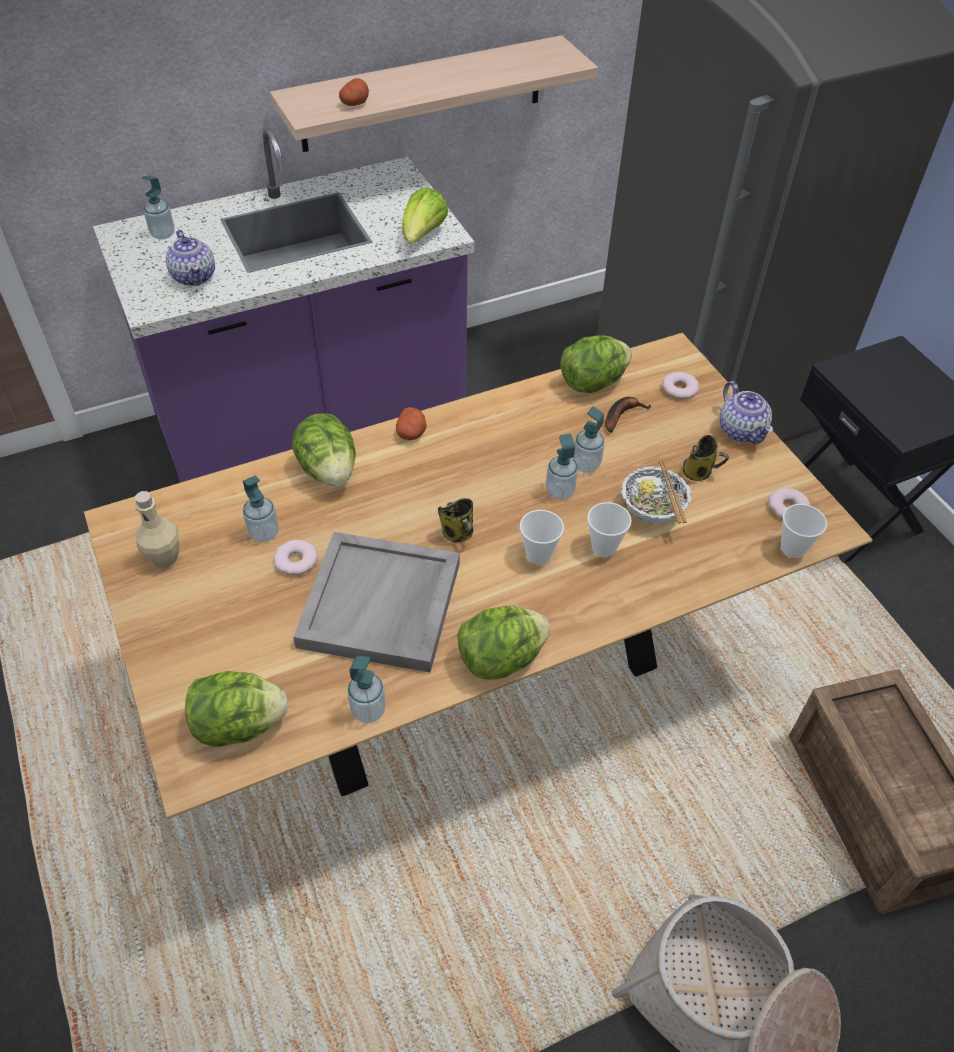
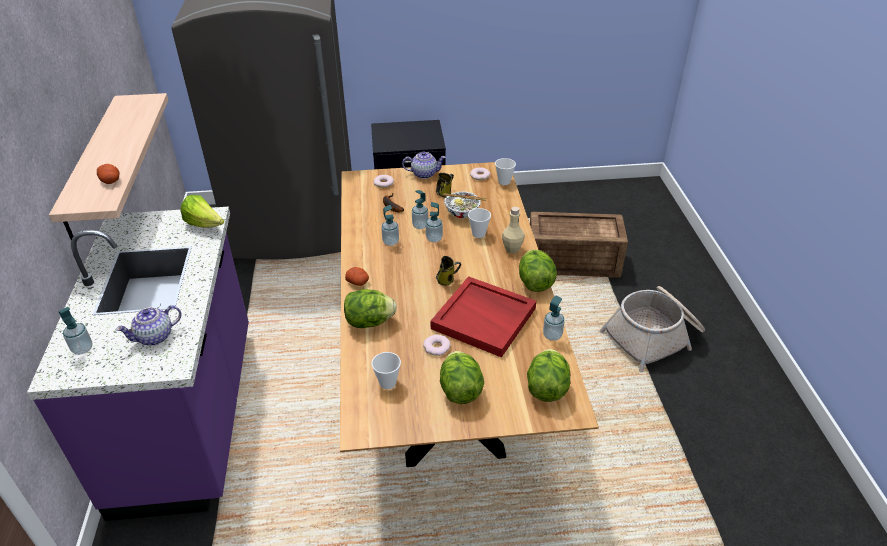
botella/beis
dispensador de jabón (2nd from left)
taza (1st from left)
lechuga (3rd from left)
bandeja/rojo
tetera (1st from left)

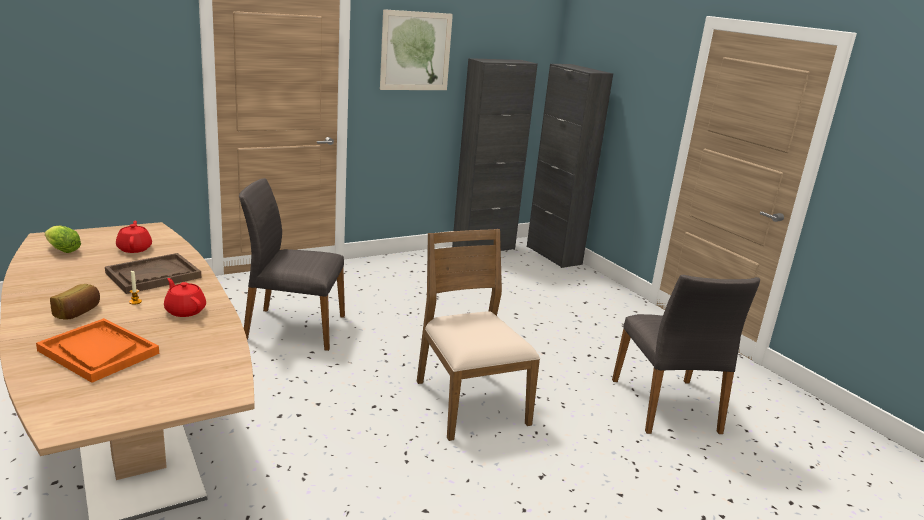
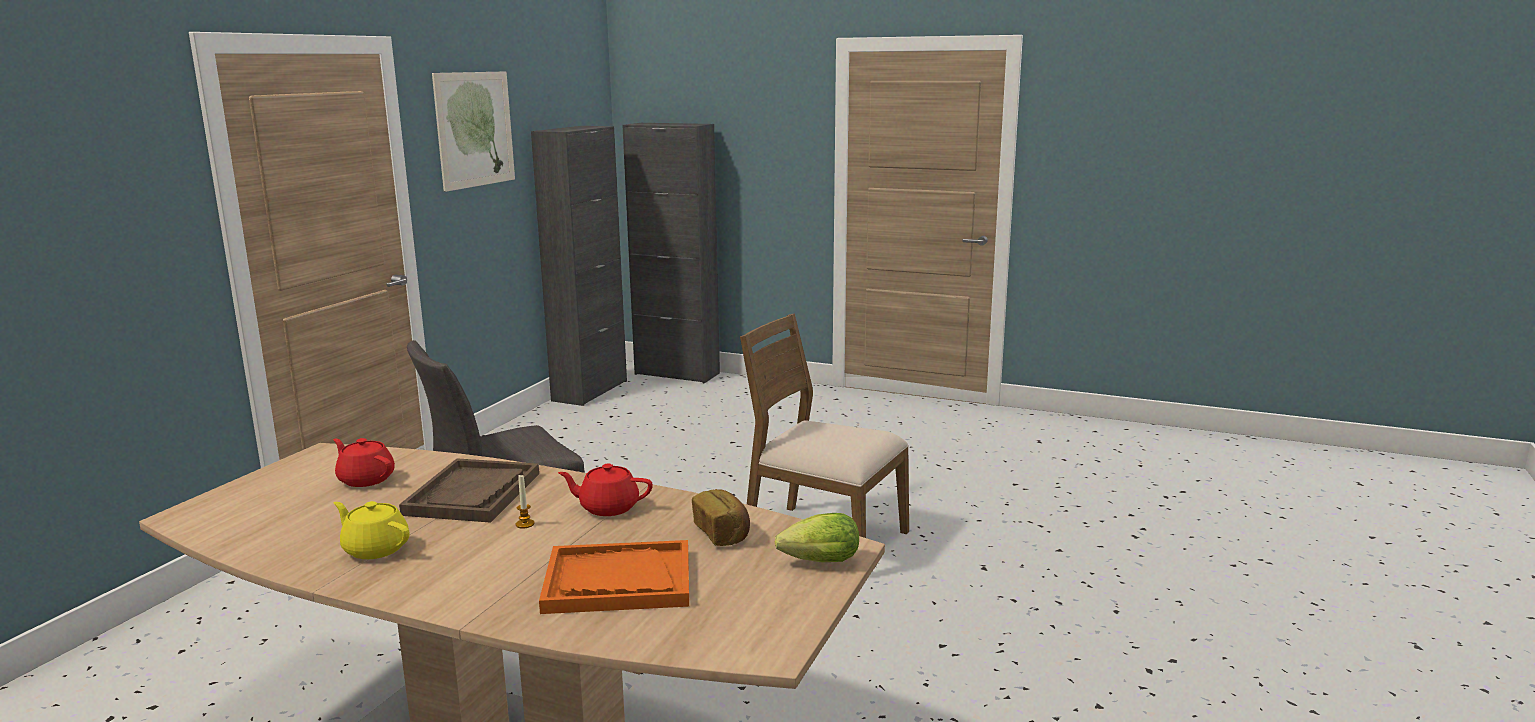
silla/gris (2nd from left in the first image)
tetera/amarillo
lechuga
pan

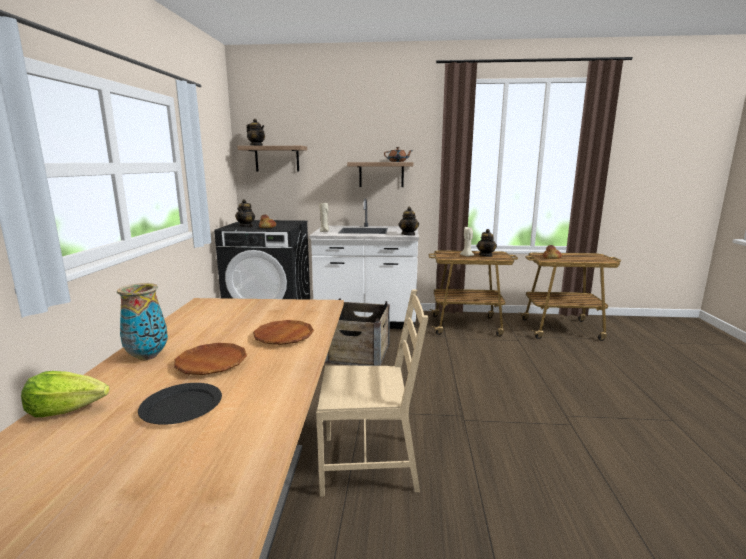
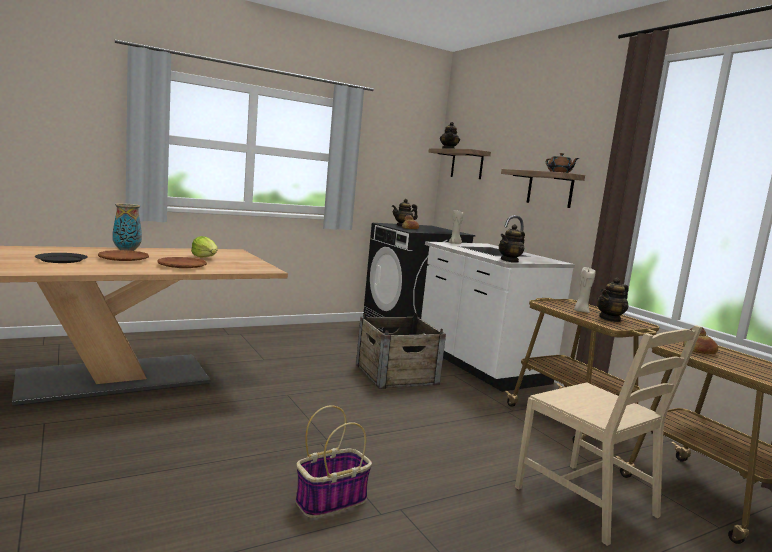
cesta
lechuga
silla/beis

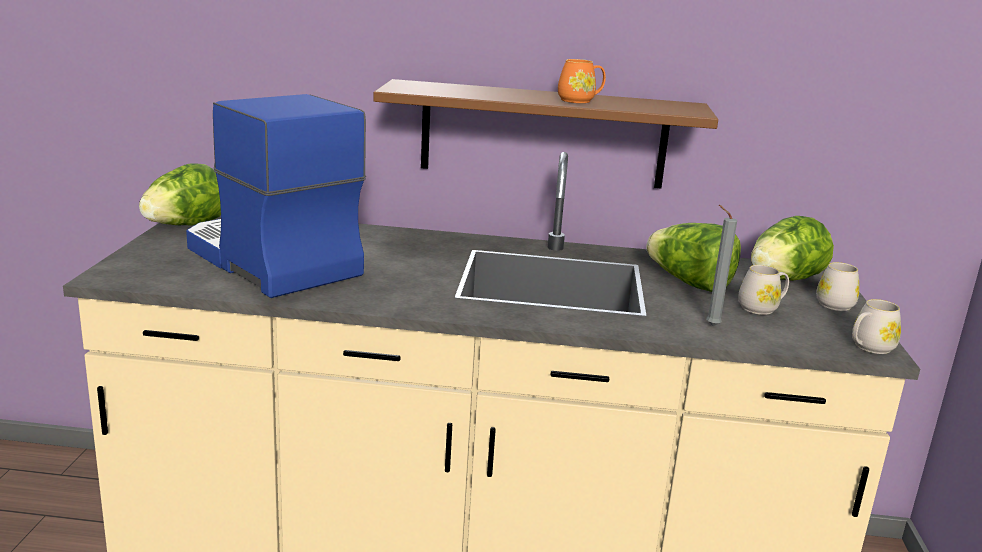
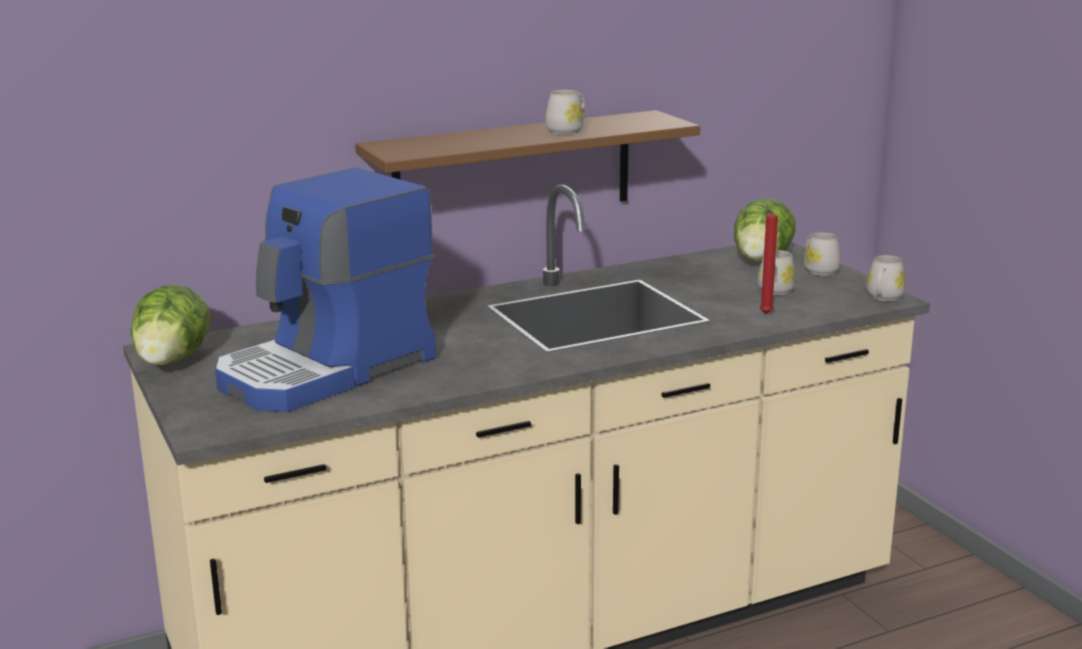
lechuga (2nd from left in the first image)
taza grande/blanco (1st from left)
vela/rojo
cafetera

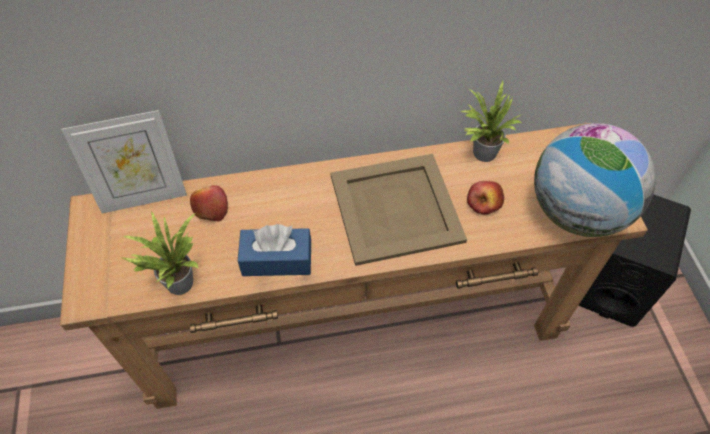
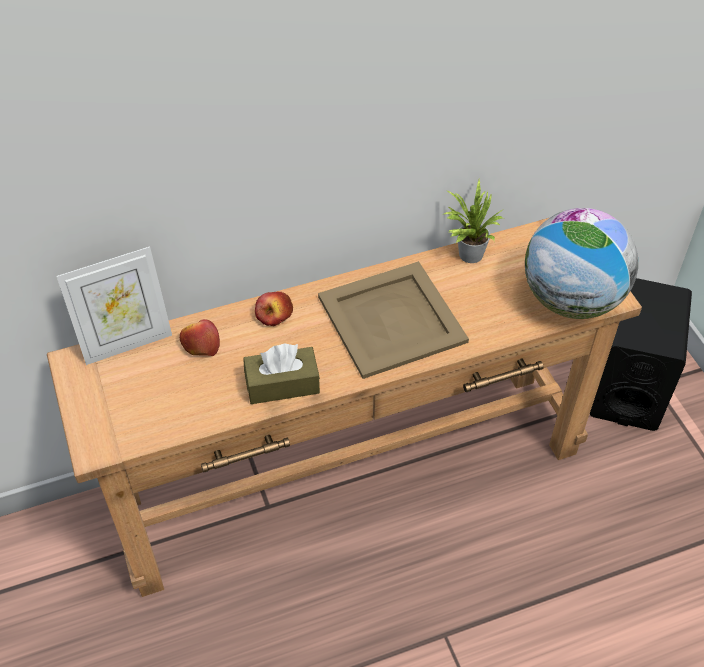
planta en maceta (1st from left in the first image)
manzana (2nd from left)
caja de pañuelos/marrón

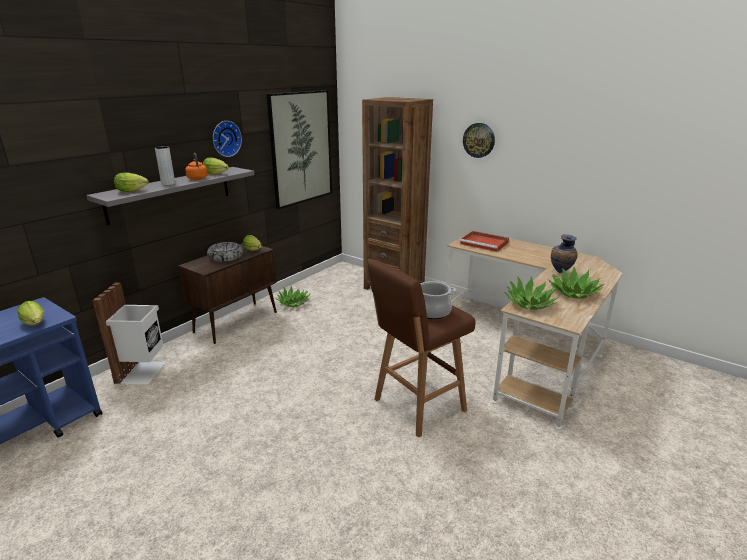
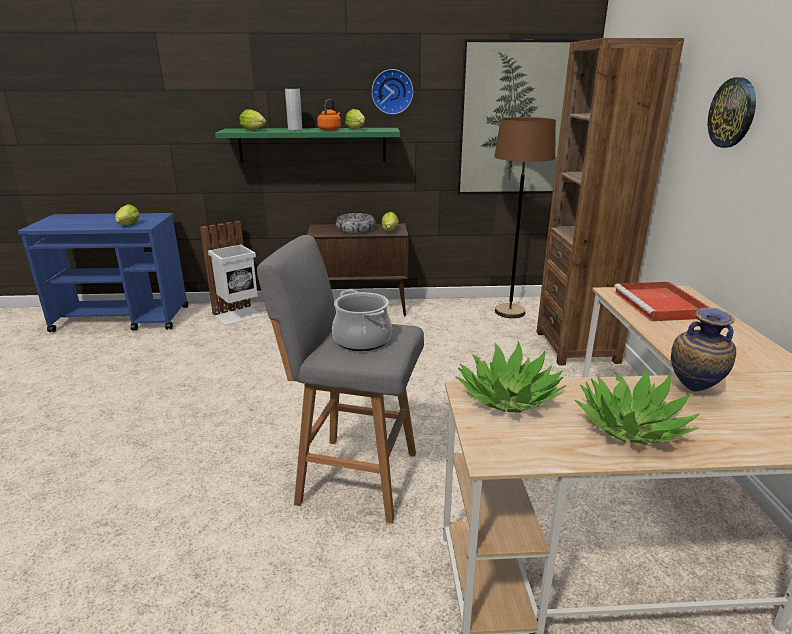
planta en maceta (1st from left in the first image)
lámpara de pie/marrón
estante/verde
taburete/gris

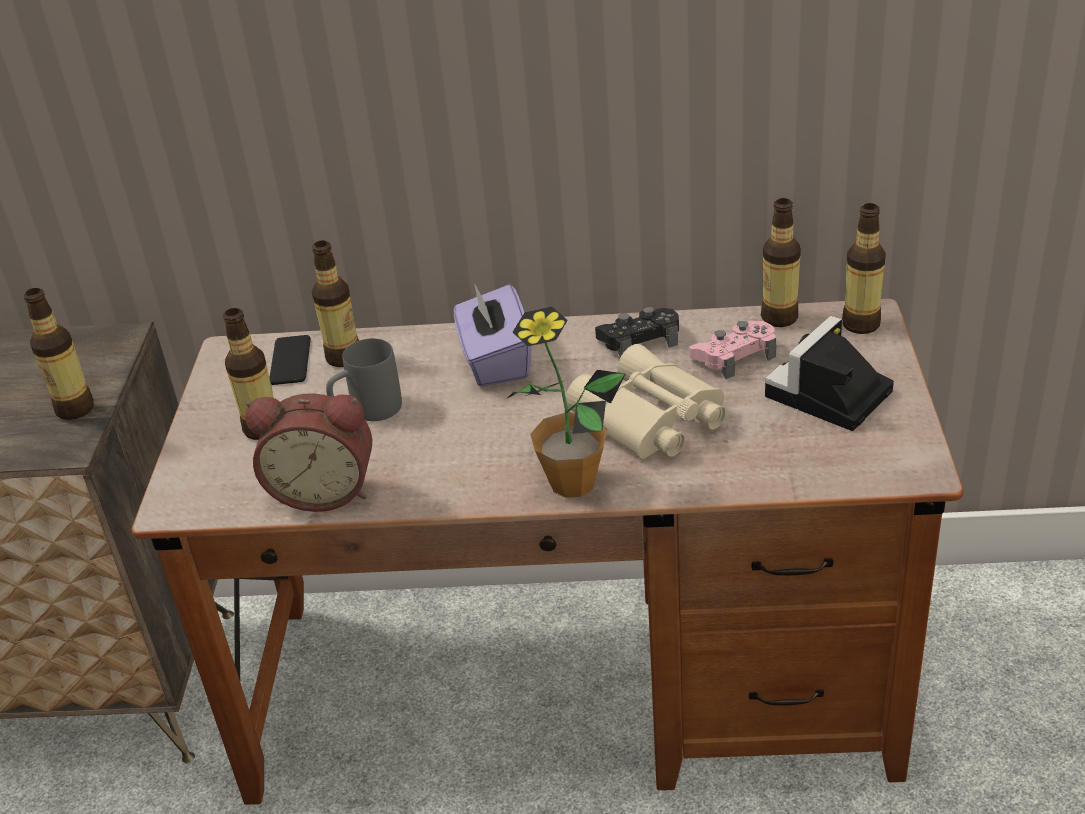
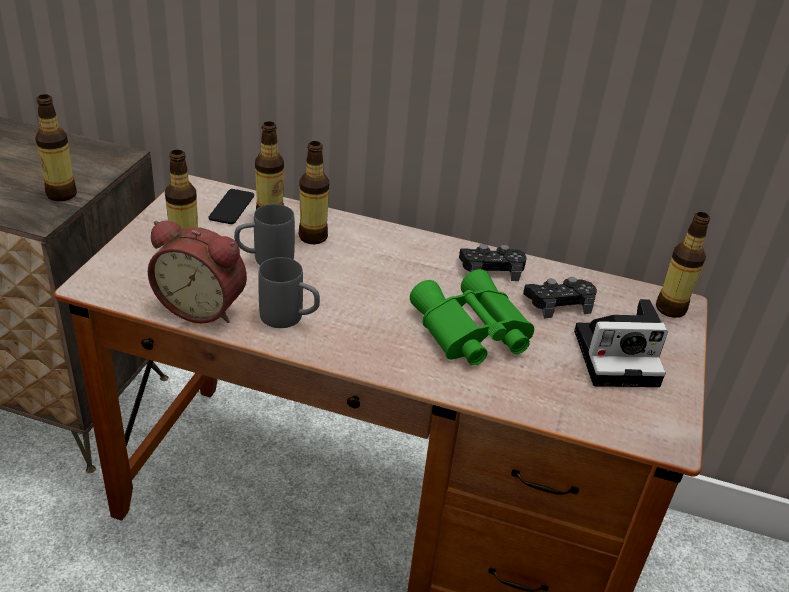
caja de pañuelos/morado
planta en maceta
taza grande/gris (2nd from left)
botella (4th from left)
prismáticos/verde
mando de consola/negro (2nd from left)
cámara

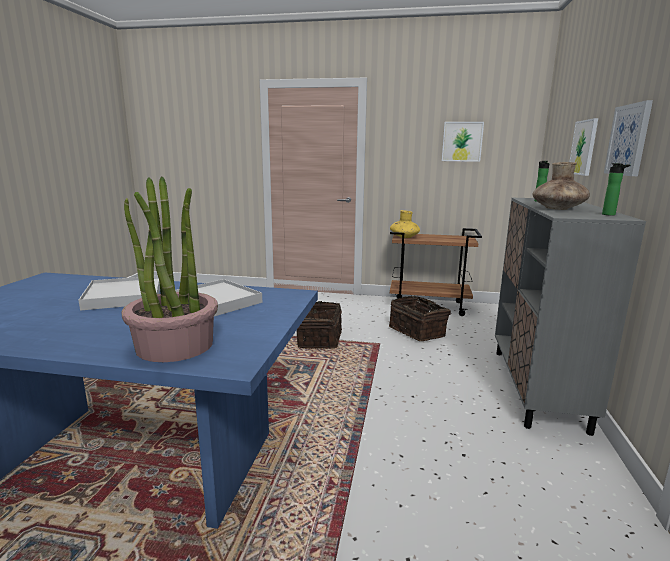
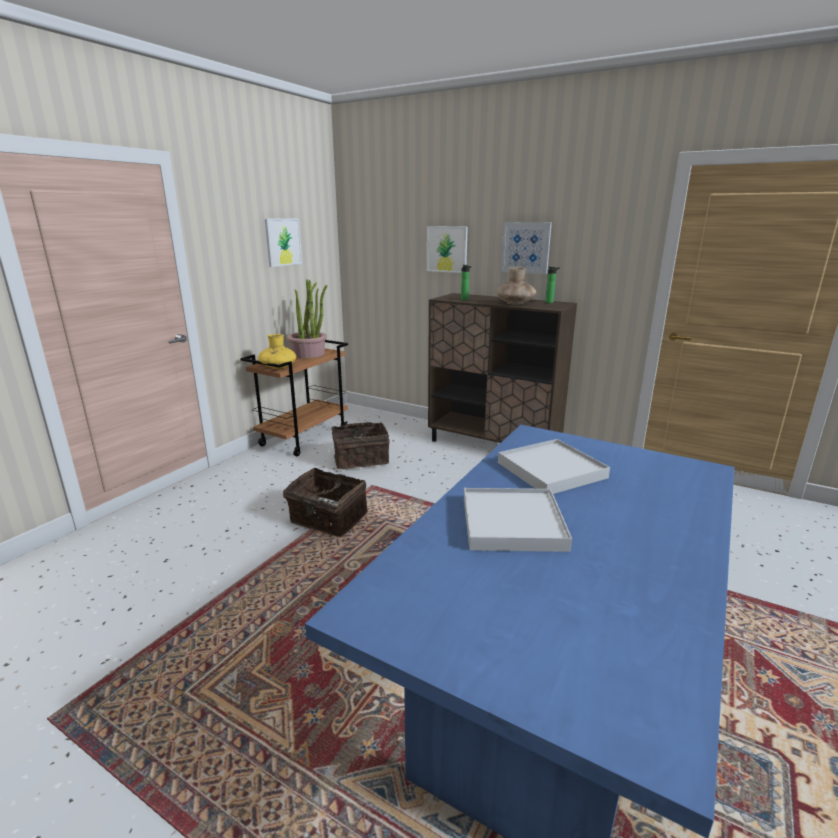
planta en maceta
armario/marrón

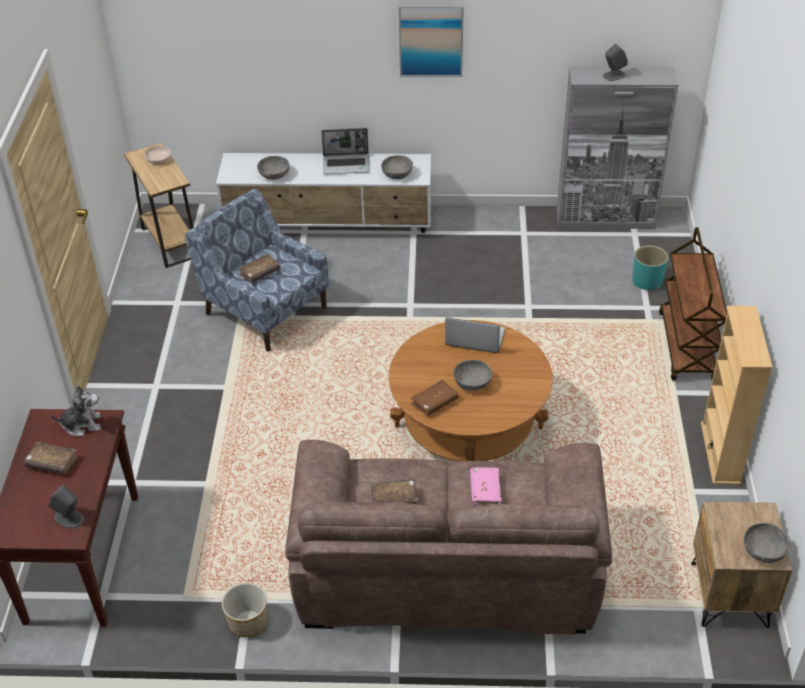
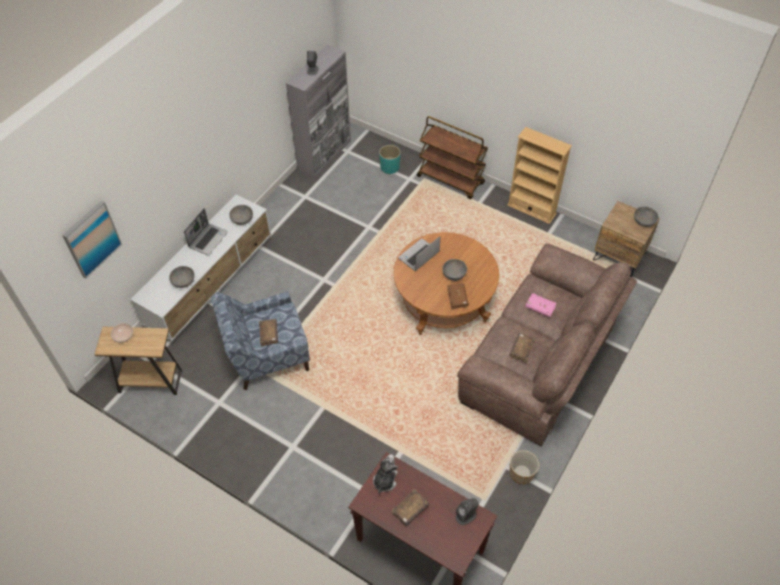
cuadro

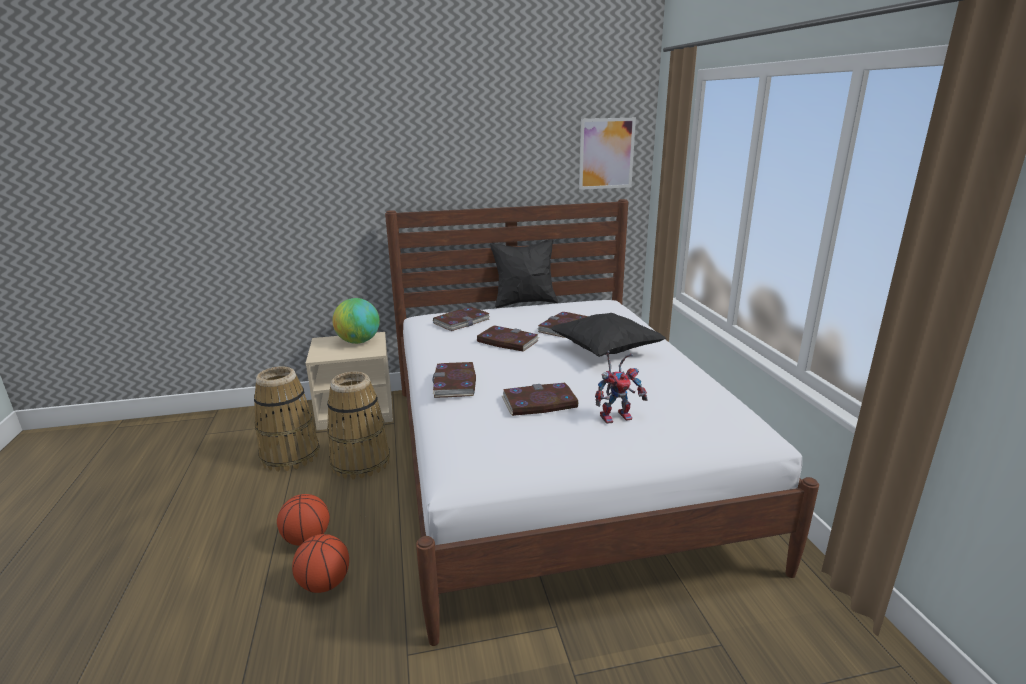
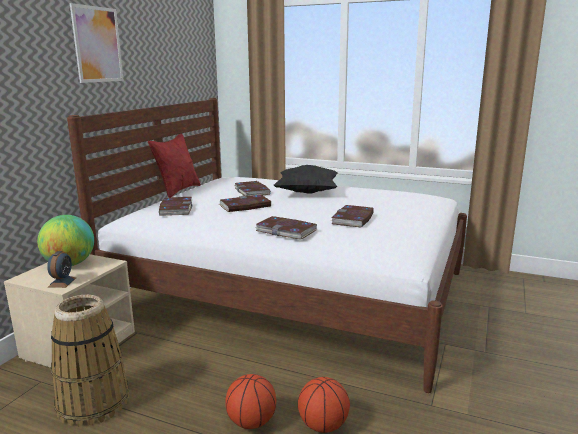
cesta (2nd from left in the first image)
robot de juguete
despertador
cuadro
cojín/rojo

